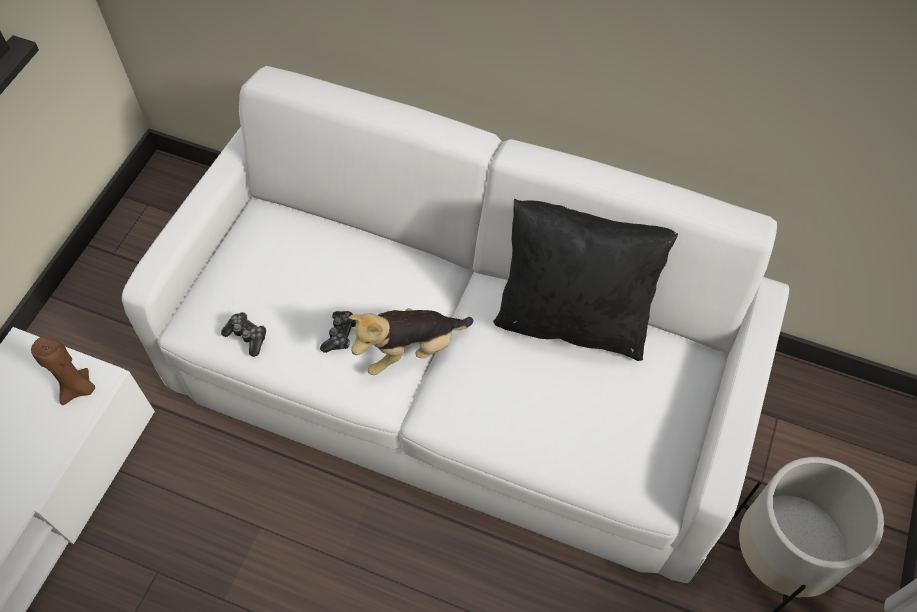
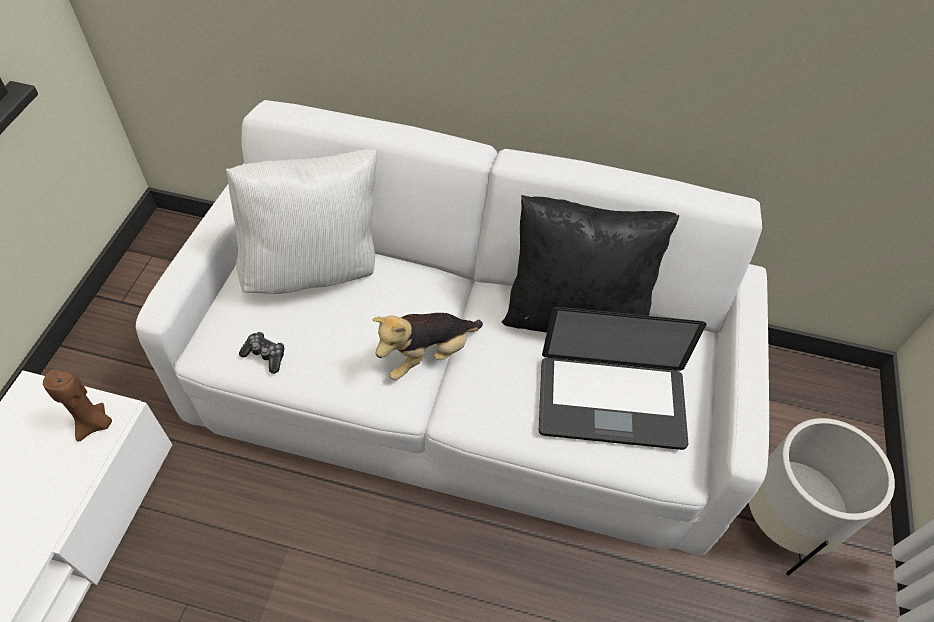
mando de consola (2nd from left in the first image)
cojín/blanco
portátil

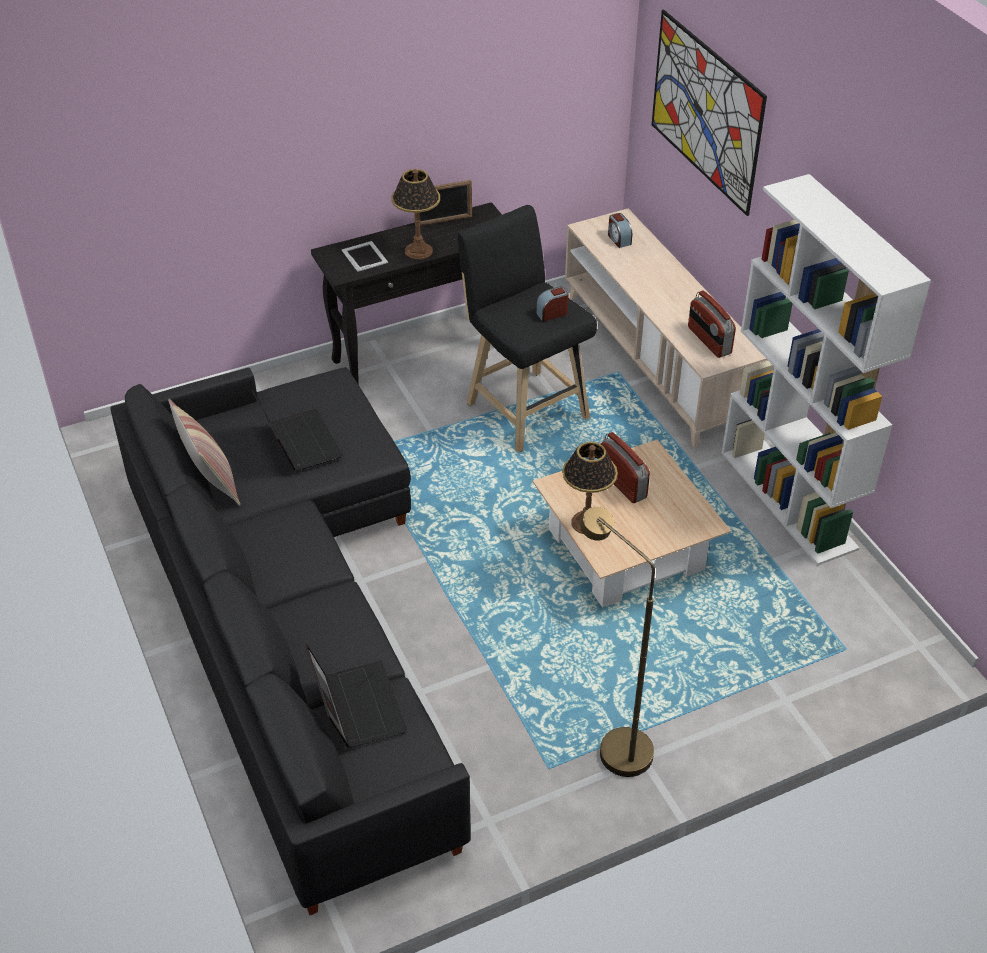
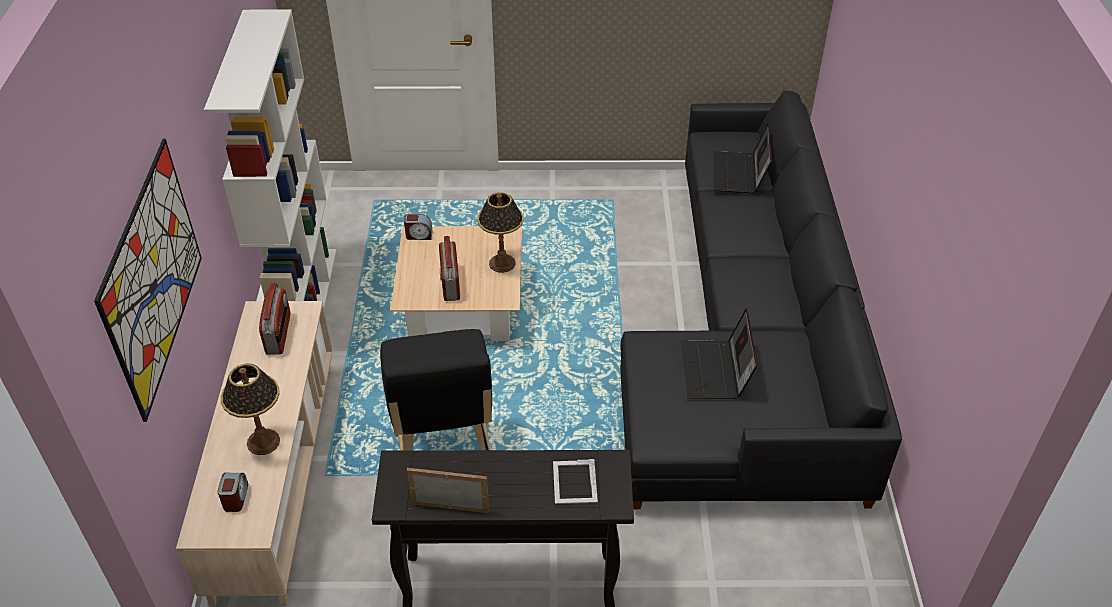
cojín
lámpara de pie/marrón
lámpara de mesa (1st from left)
despertador (2nd from left)

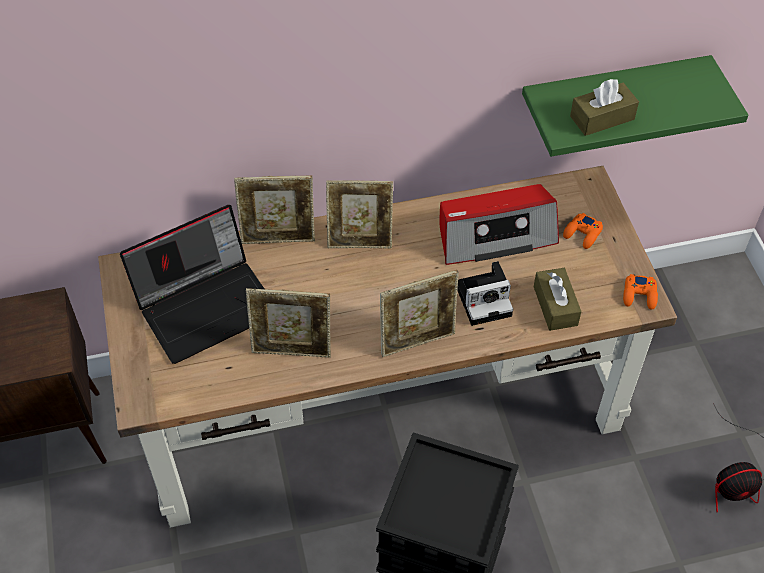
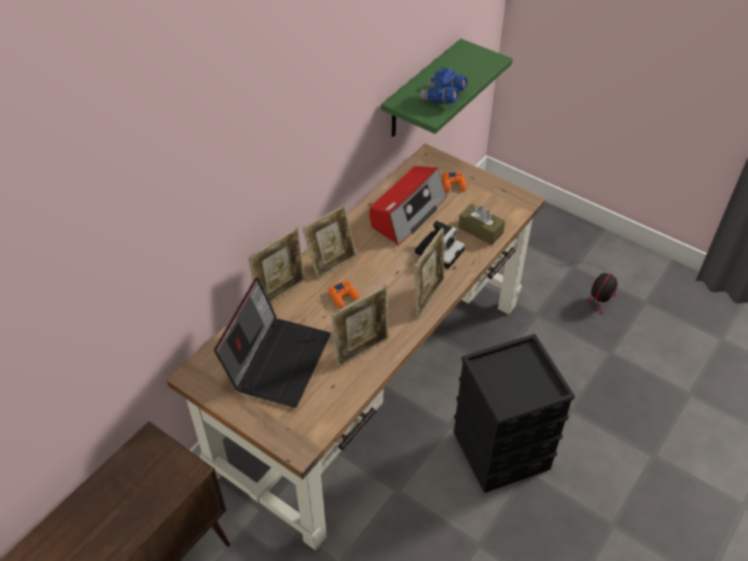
mando de consola/naranja (1st from left)
prismáticos/azul

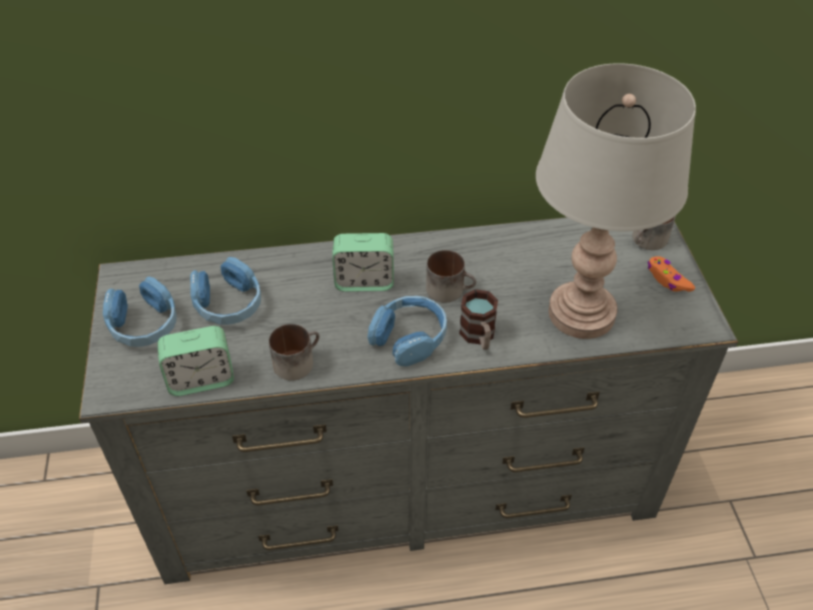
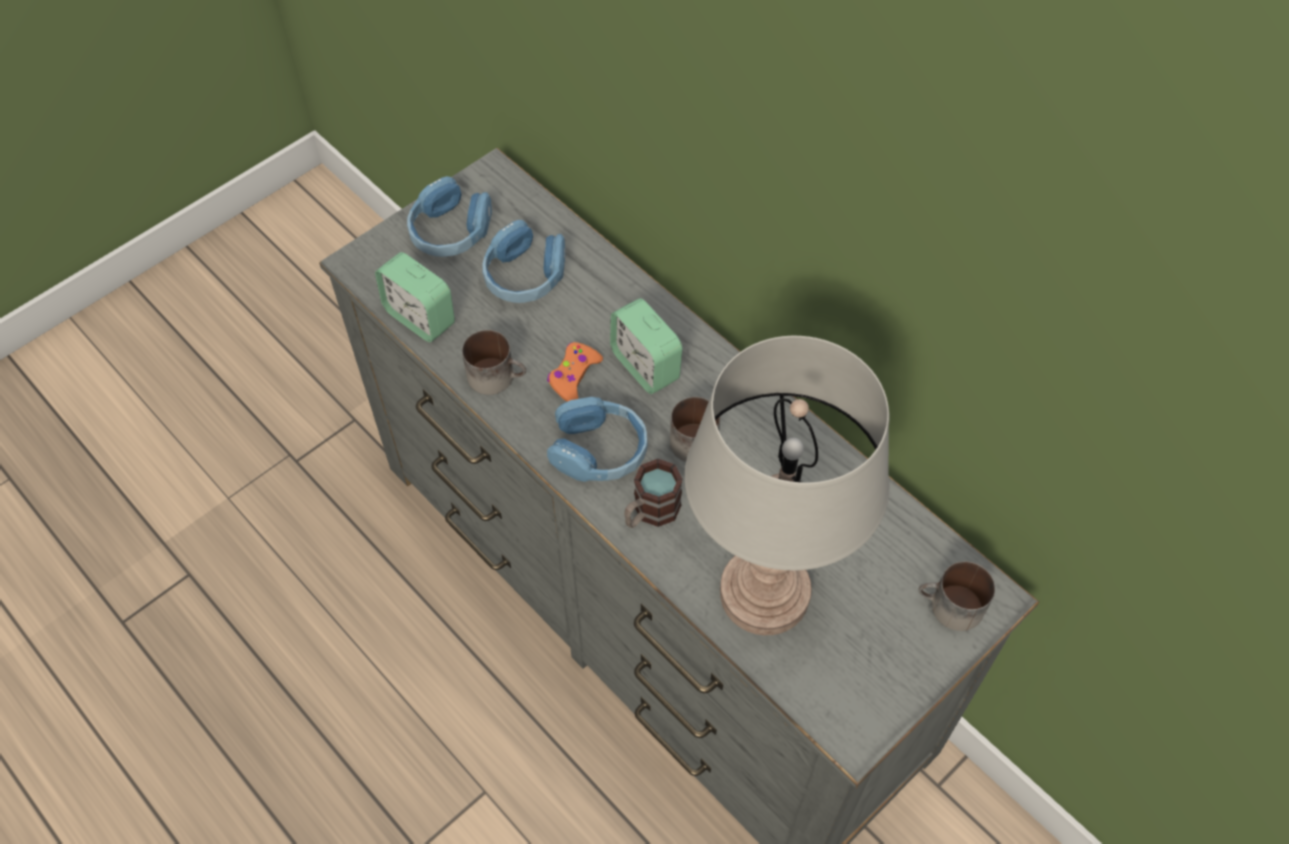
mando de consola/naranja

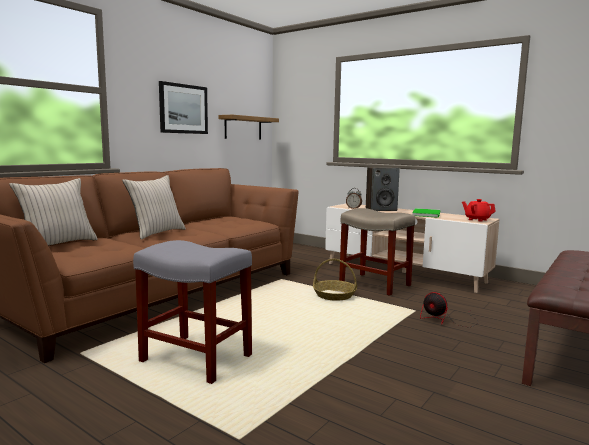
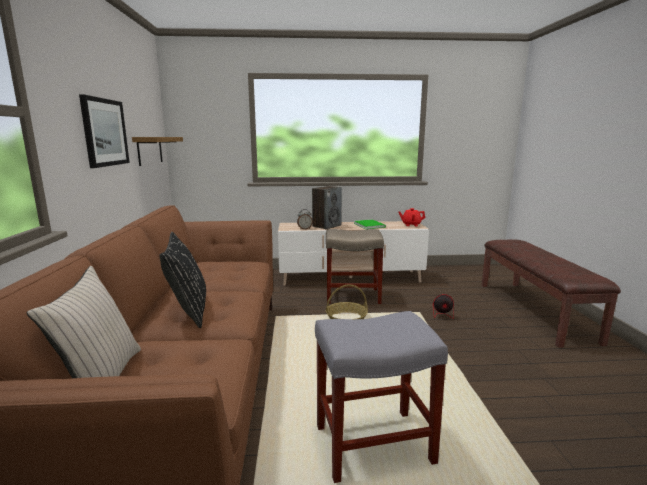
cojín/negro

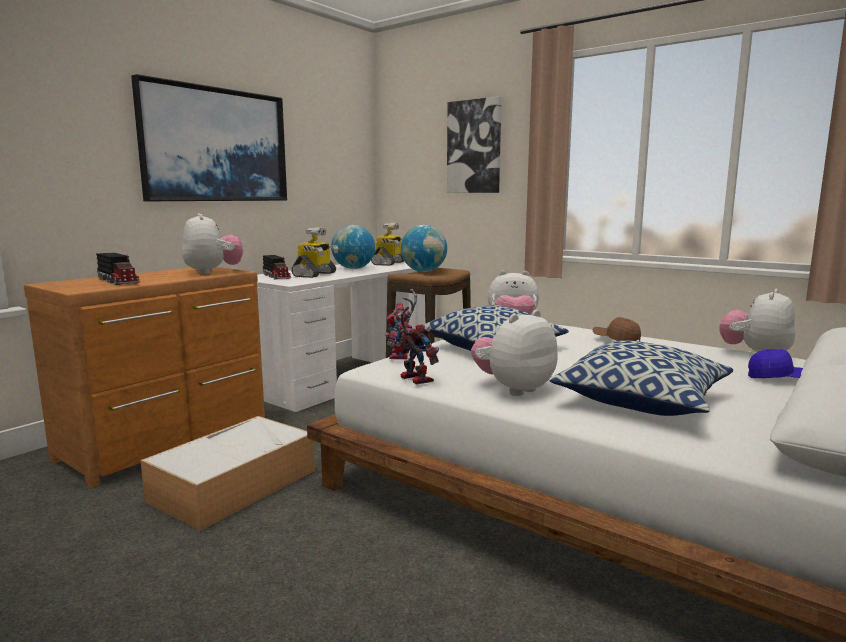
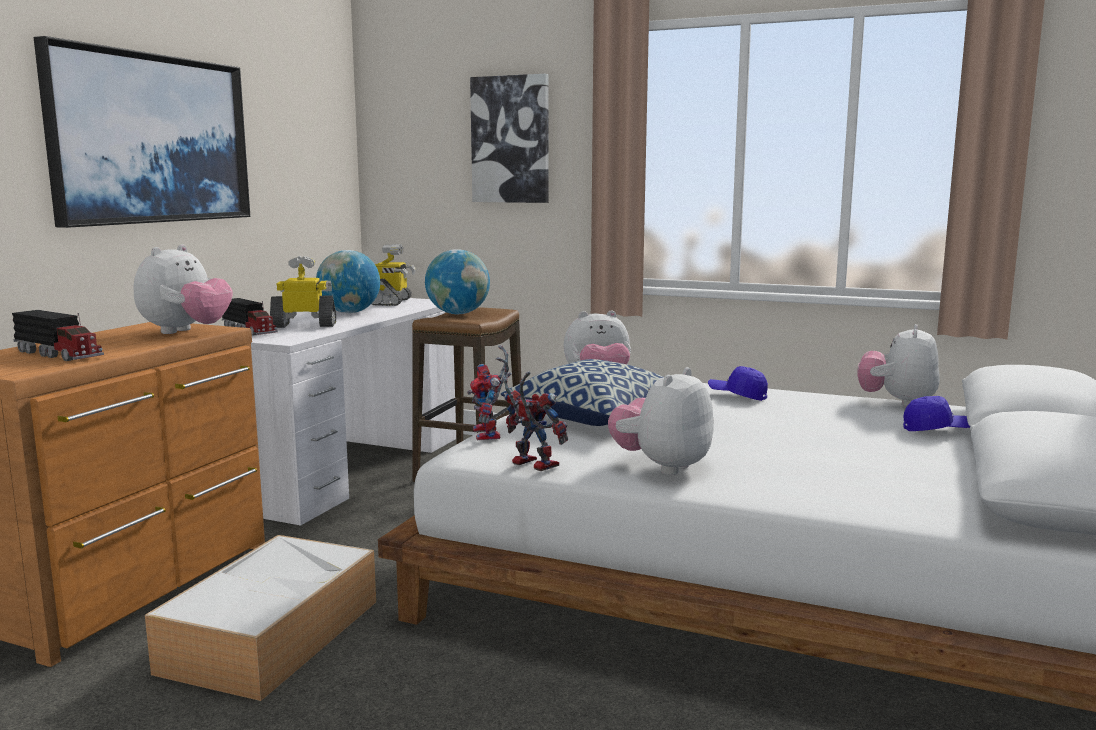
cojín (2nd from left in the first image)
gorra/azul (1st from left)
peluche (1st from left)
robot de juguete (1st from left)

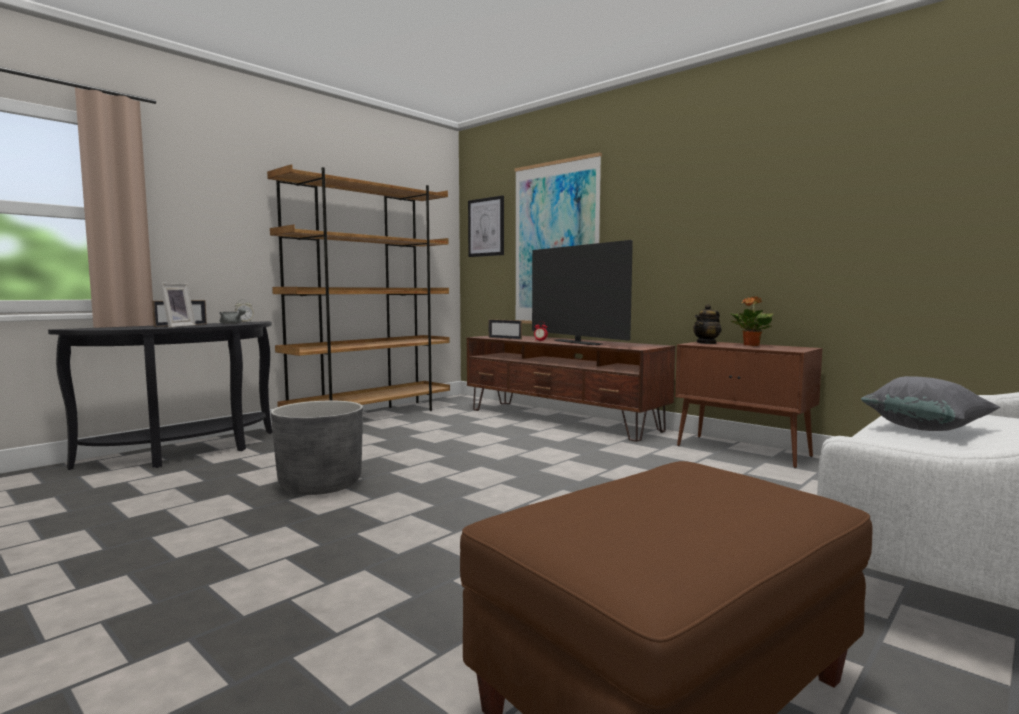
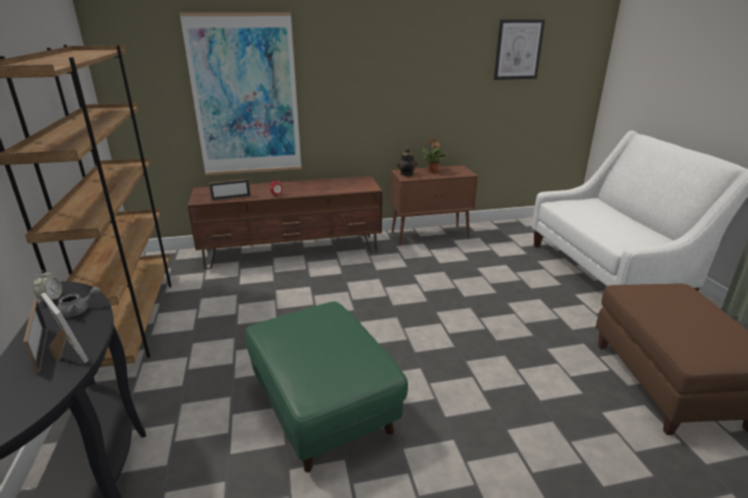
televisor
cojín/gris
cuadro (2nd from left)
puf/verde

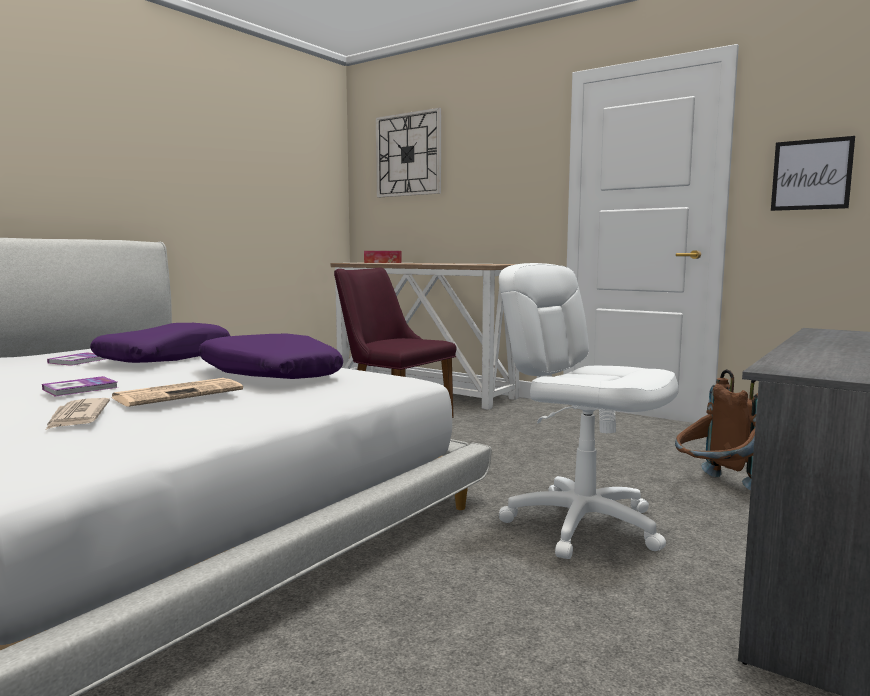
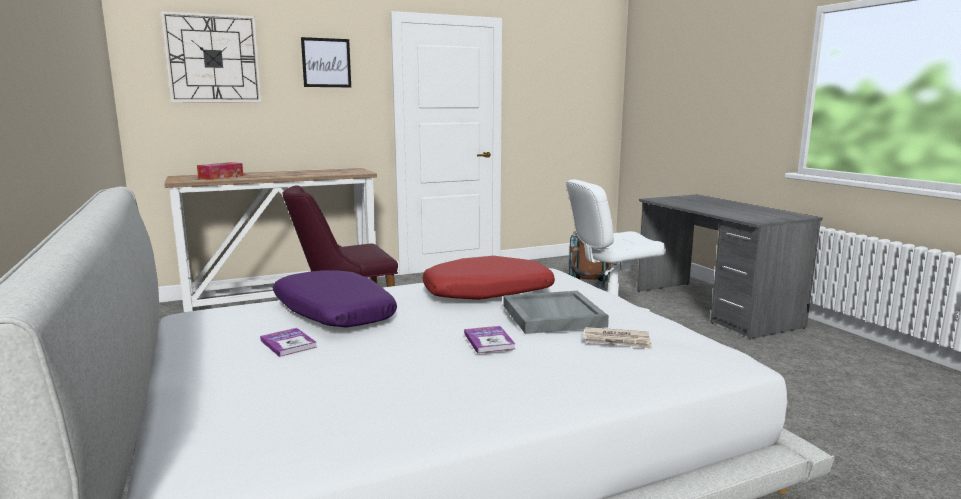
cuadro
bandeja/gris
cojín/rojo

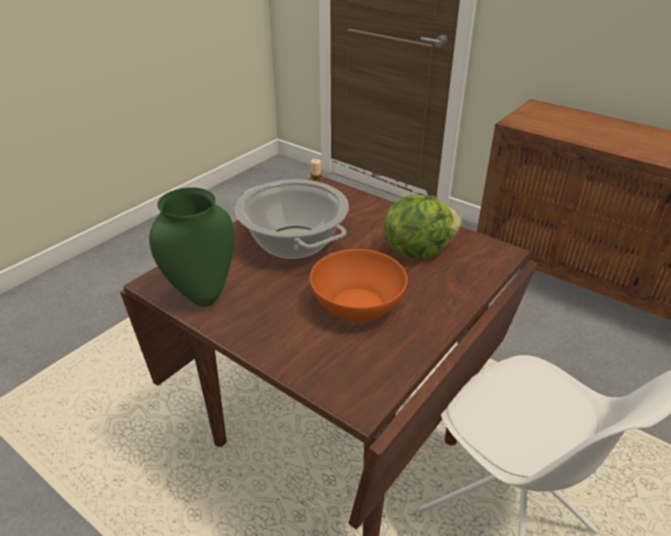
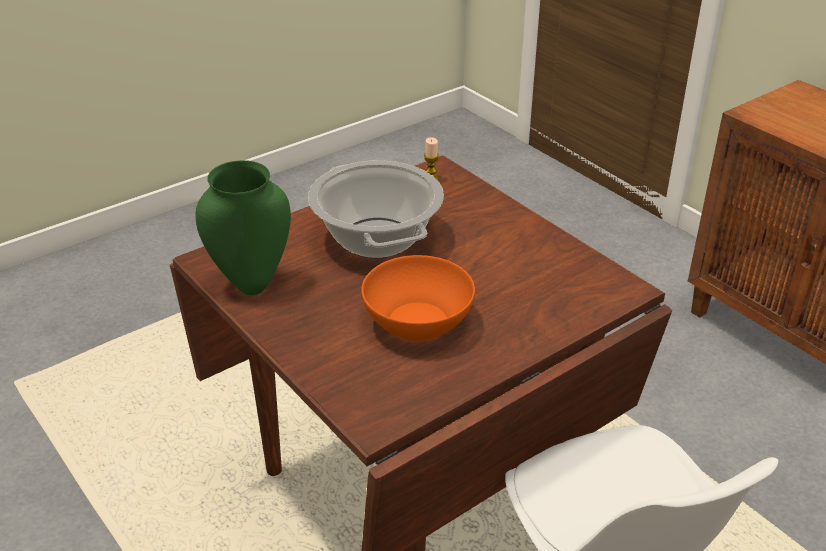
lechuga

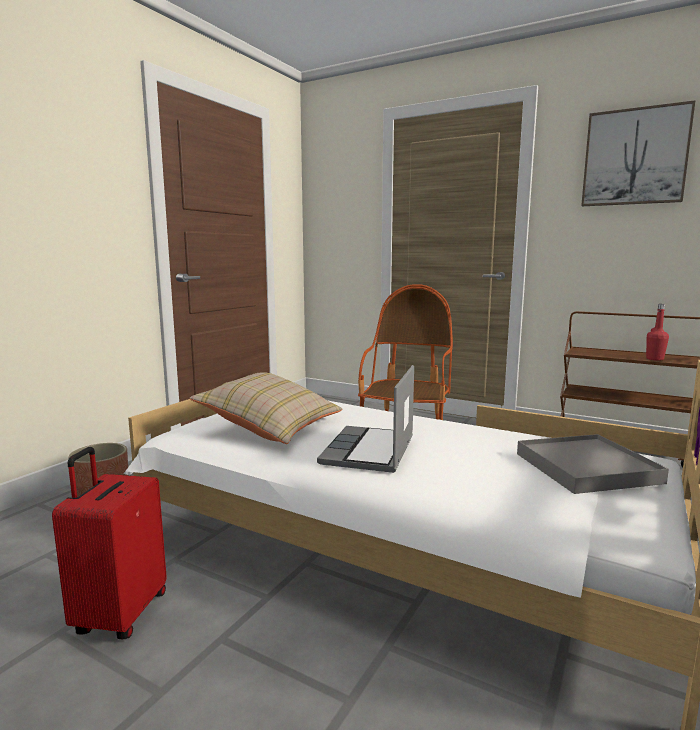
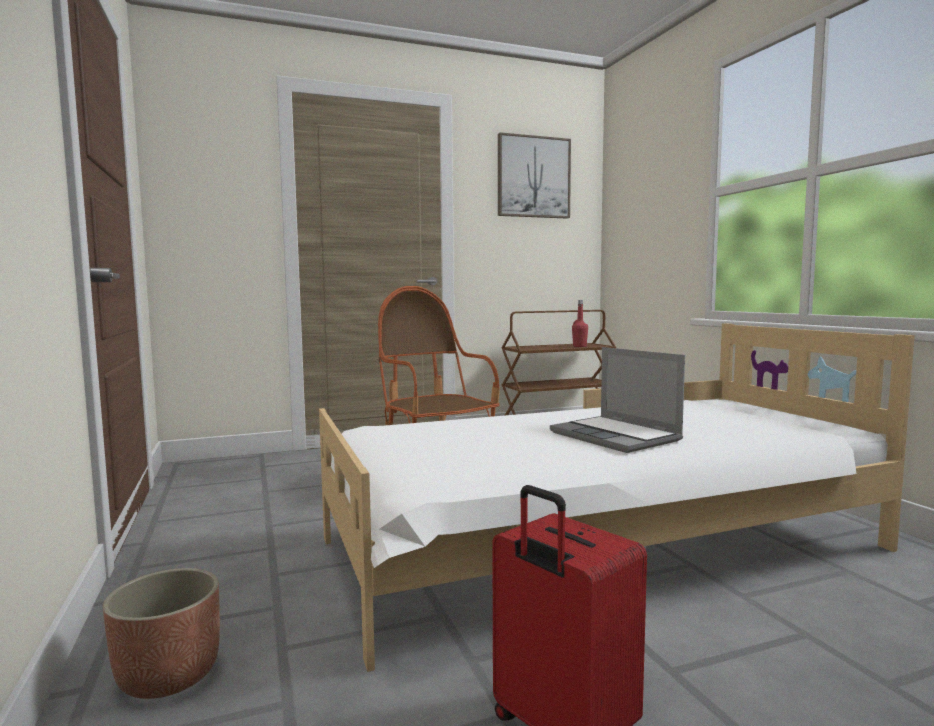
cojín/beis
bandeja/gris

